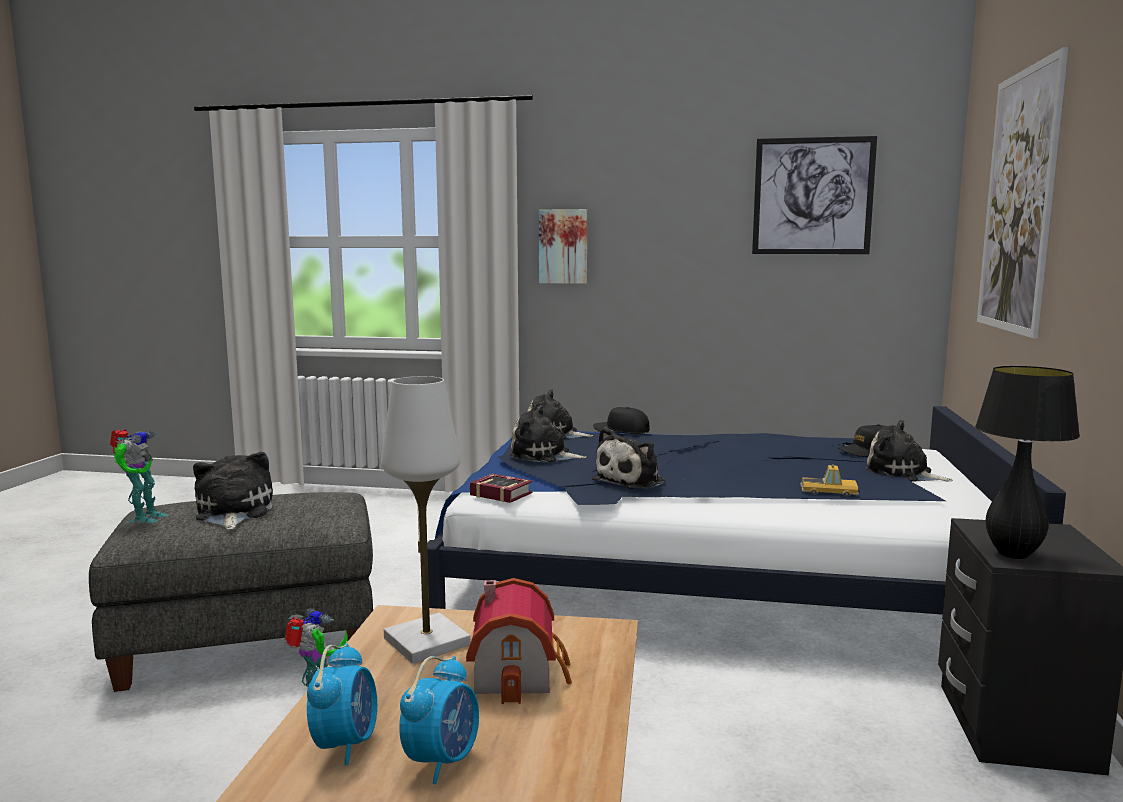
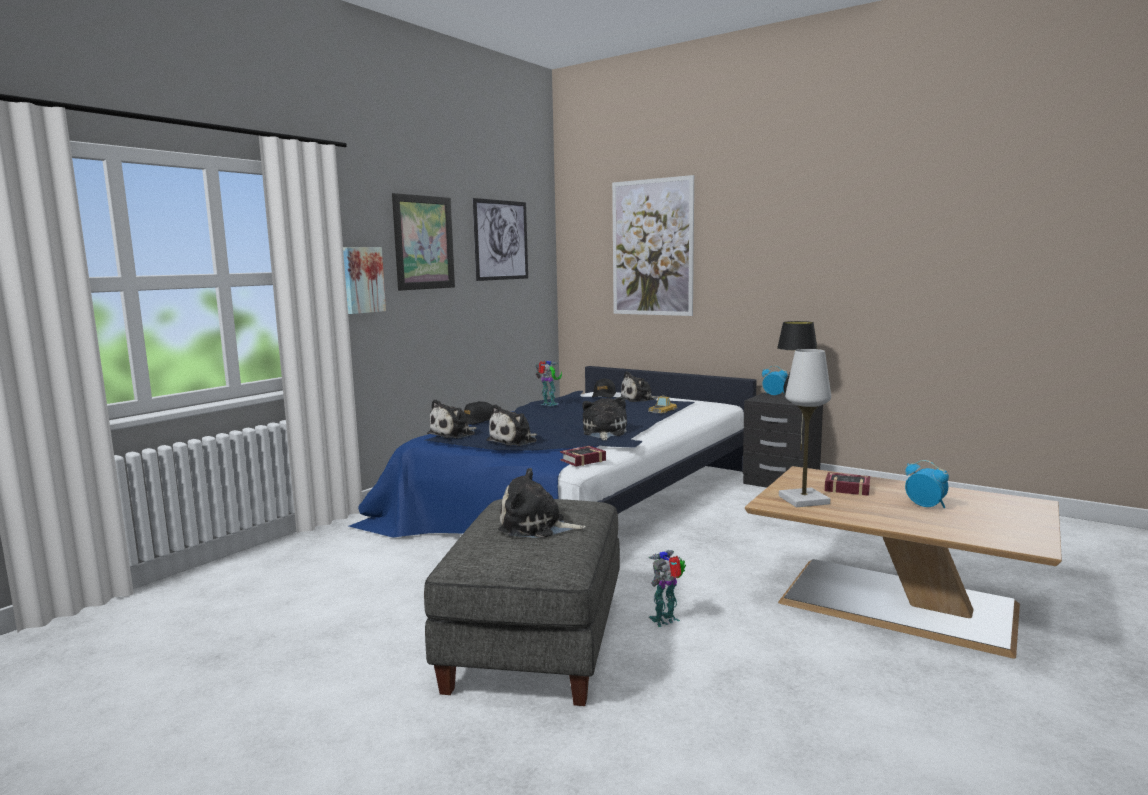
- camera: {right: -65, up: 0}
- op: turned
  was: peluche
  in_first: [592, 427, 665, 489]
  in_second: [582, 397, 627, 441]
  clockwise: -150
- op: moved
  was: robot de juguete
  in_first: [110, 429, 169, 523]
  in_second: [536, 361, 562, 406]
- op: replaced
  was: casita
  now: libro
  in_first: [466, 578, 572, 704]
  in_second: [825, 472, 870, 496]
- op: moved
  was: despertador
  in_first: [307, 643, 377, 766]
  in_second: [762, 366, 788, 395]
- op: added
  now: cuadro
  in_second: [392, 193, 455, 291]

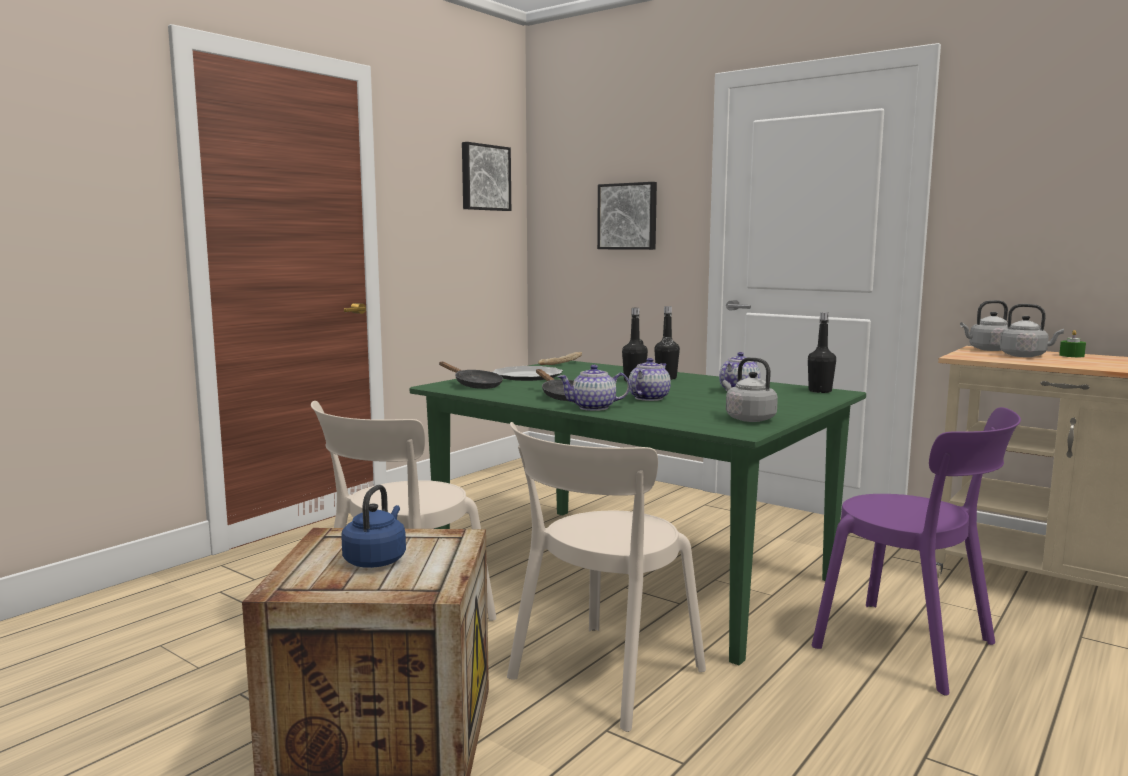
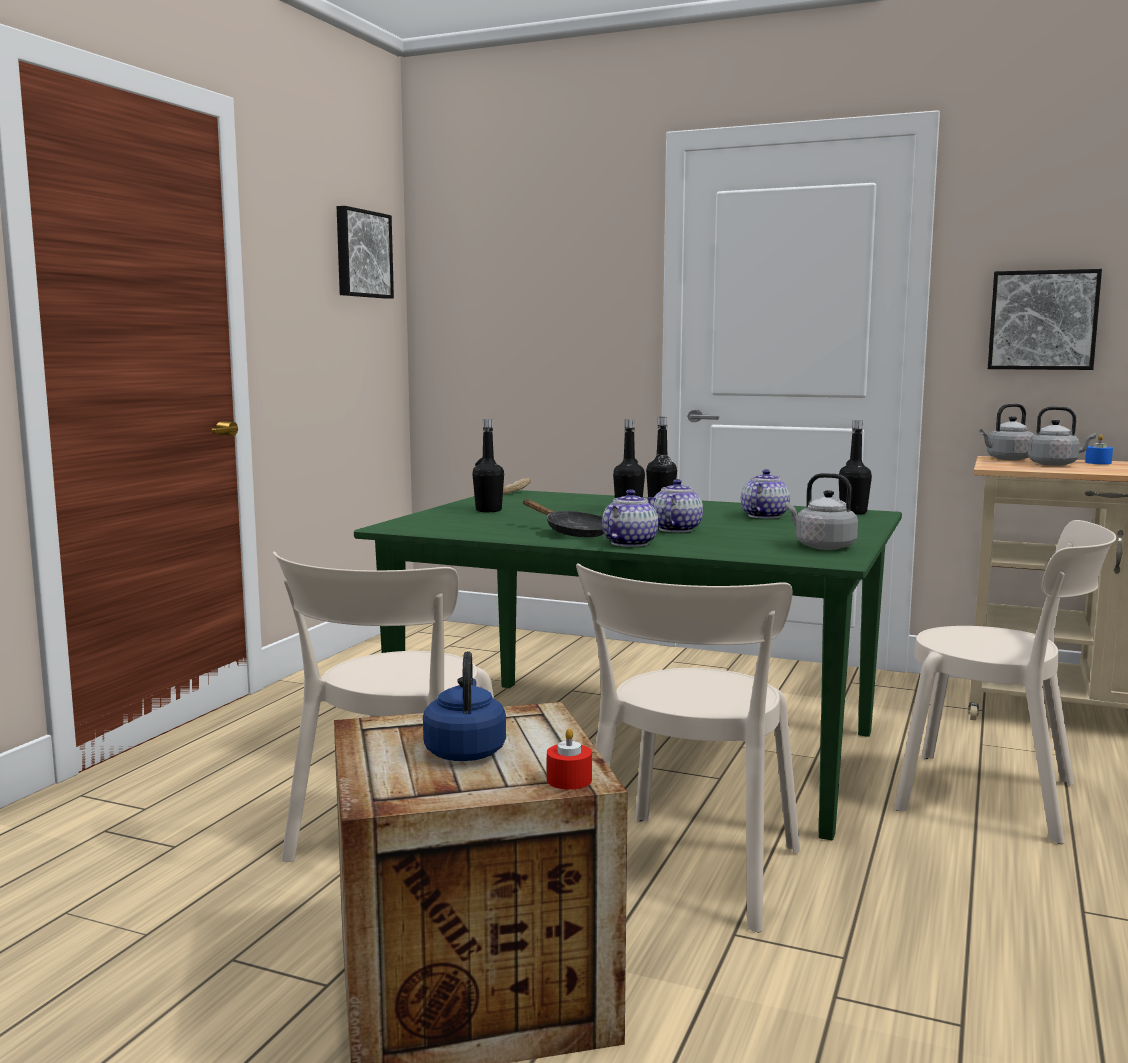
- camera: {right: -15, up: 0}
- op: moved
  was: cuadro
  in_first: [597, 182, 657, 250]
  in_second: [988, 269, 1102, 370]
- op: recoloured
  was: vela (verde)
  now: vela (azul)
  in_first: [1059, 330, 1086, 357]
  in_second: [1085, 434, 1113, 464]
- op: removed
  was: sartén (negro)
  in_first: [439, 362, 503, 389]
- op: turned
  was: tetera
  in_first: [557, 365, 630, 411]
  in_second: [602, 489, 658, 547]
  clockwise: 150
- op: replaced
  was: plato
  now: botella (negro)
  in_first: [493, 366, 563, 381]
  in_second: [472, 419, 504, 512]
- op: recoloured
  was: silla (morado)
  now: silla (beis)
  in_first: [812, 407, 1021, 696]
  in_second: [894, 520, 1116, 844]
- op: added
  now: vela (rojo)
  in_second: [547, 728, 592, 790]

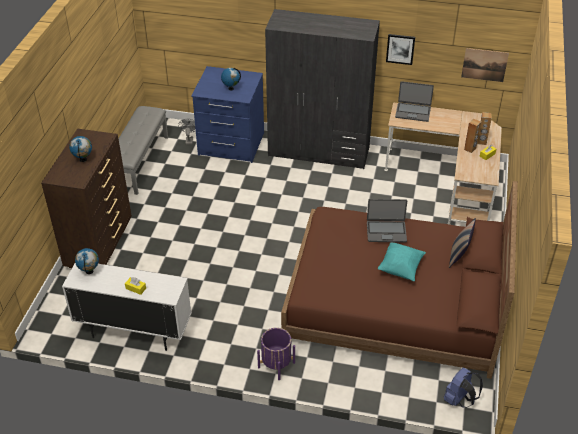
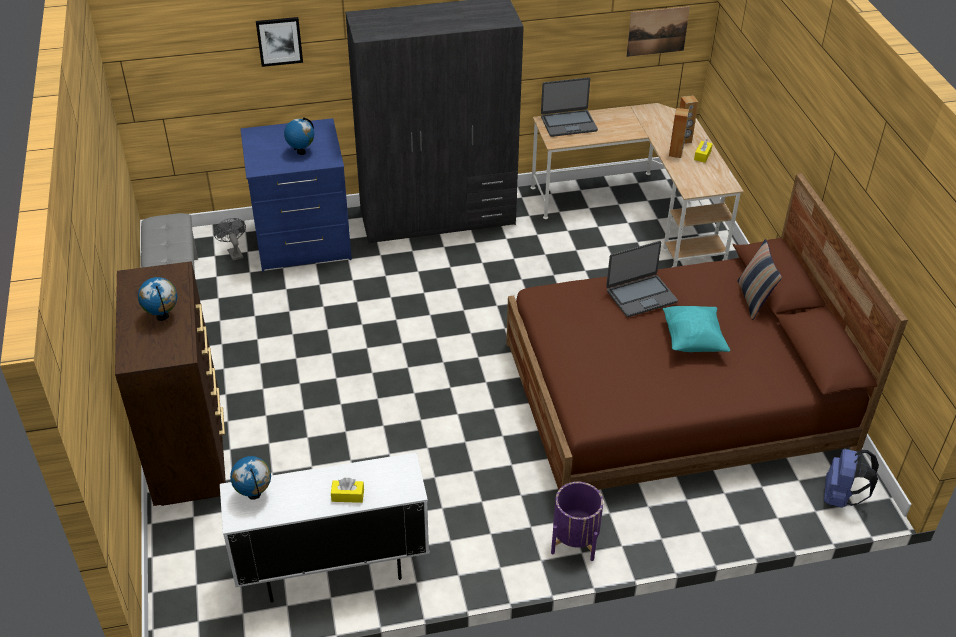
- camera: {right: -25, up: 0}
- op: moved
  was: cuadro
  in_first: [386, 34, 415, 65]
  in_second: [256, 17, 303, 67]

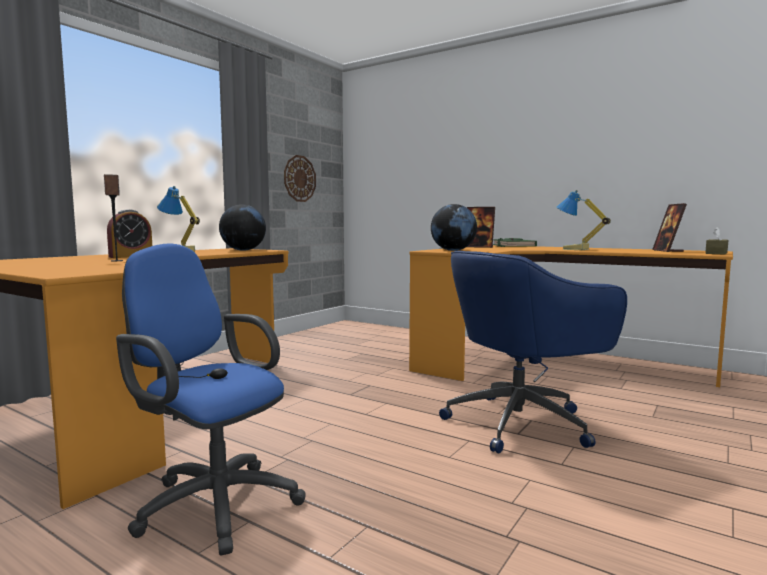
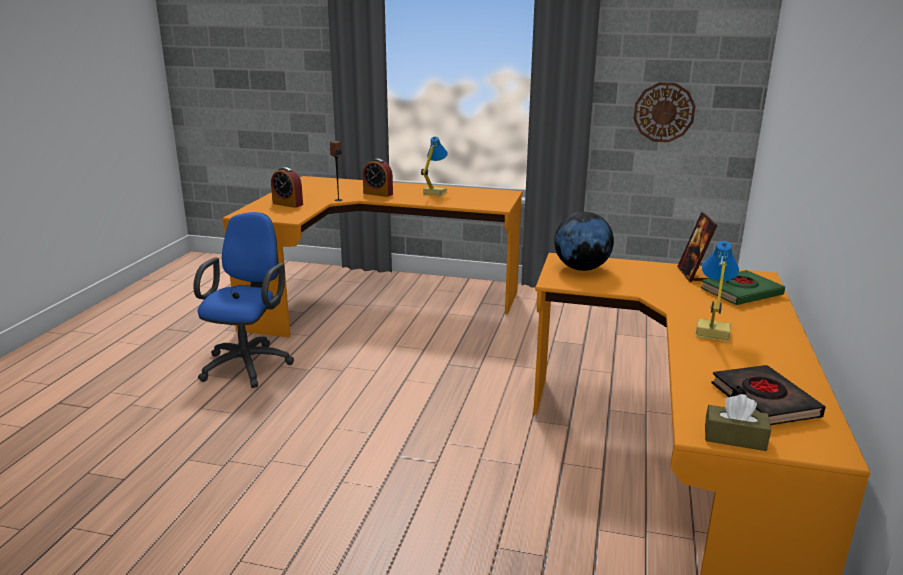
- camera: {right: 70, up: 15}
- op: replaced
  was: portarretratos
  now: libro (negro)
  in_first: [652, 203, 687, 252]
  in_second: [711, 365, 826, 425]
- op: removed
  was: globo terráqueo
  in_first: [219, 205, 266, 251]
- op: removed
  was: silla de oficina (azul)
  in_first: [439, 251, 627, 454]
- op: added
  now: despertador
  in_second: [271, 167, 303, 208]

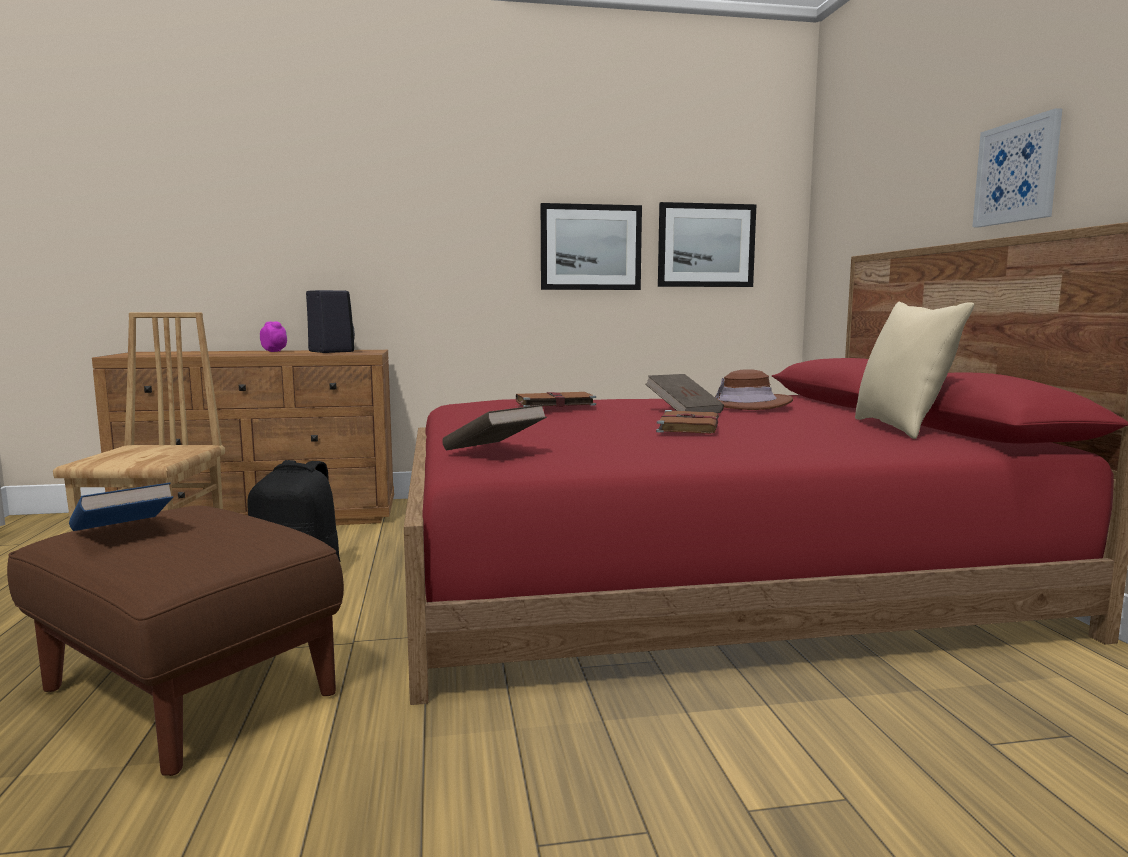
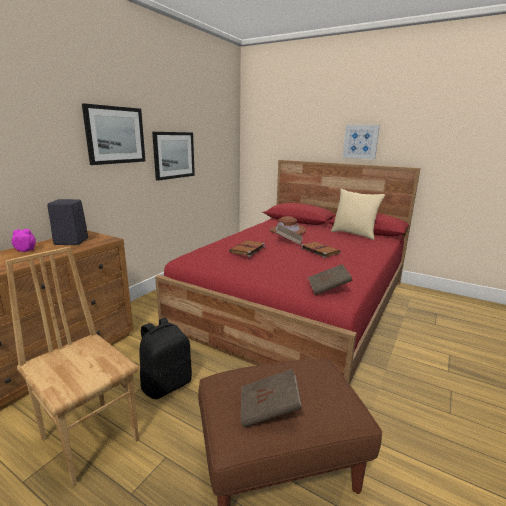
- camera: {right: -50, up: 10}
- op: moved
  was: cuadro
  in_first: [658, 202, 756, 287]
  in_second: [82, 103, 145, 165]
- op: recoloured
  was: libro (azul)
  now: libro (marrón)
  in_first: [69, 483, 173, 531]
  in_second: [241, 369, 302, 428]

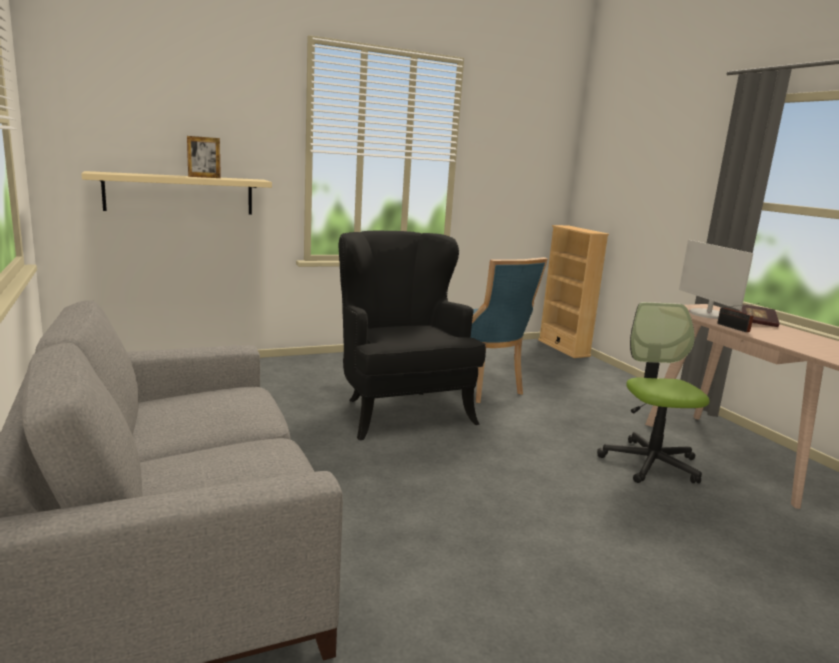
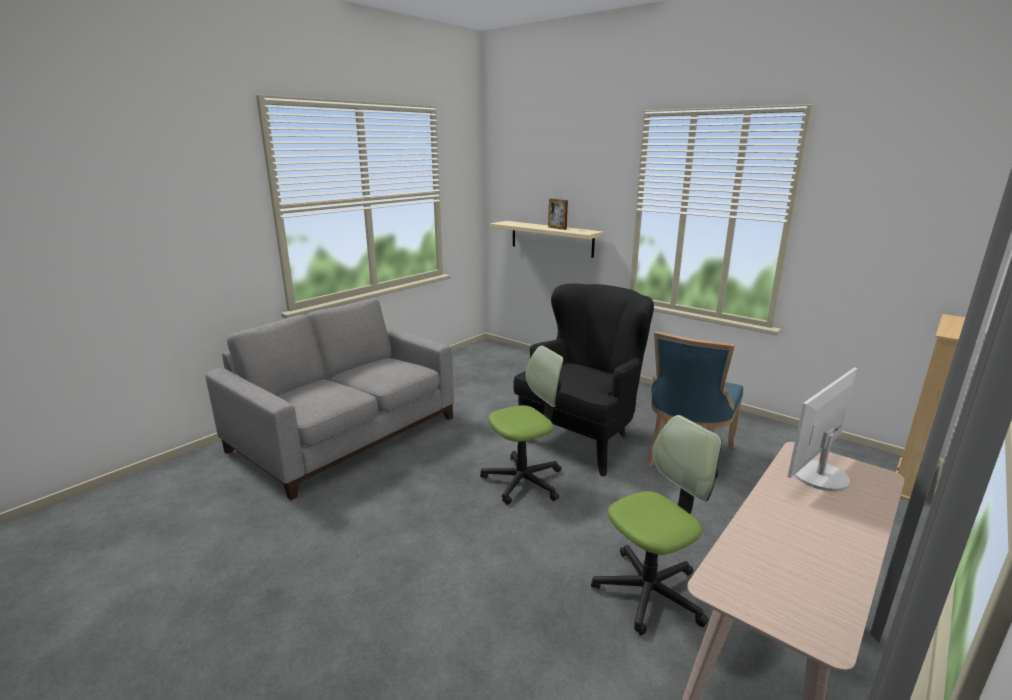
- camera: {right: 65, up: 5}
- op: removed
  was: radio
  in_first: [717, 303, 759, 332]
- op: removed
  was: libro
  in_first: [739, 304, 779, 327]
- op: added
  now: silla de oficina
  in_second: [480, 346, 564, 505]

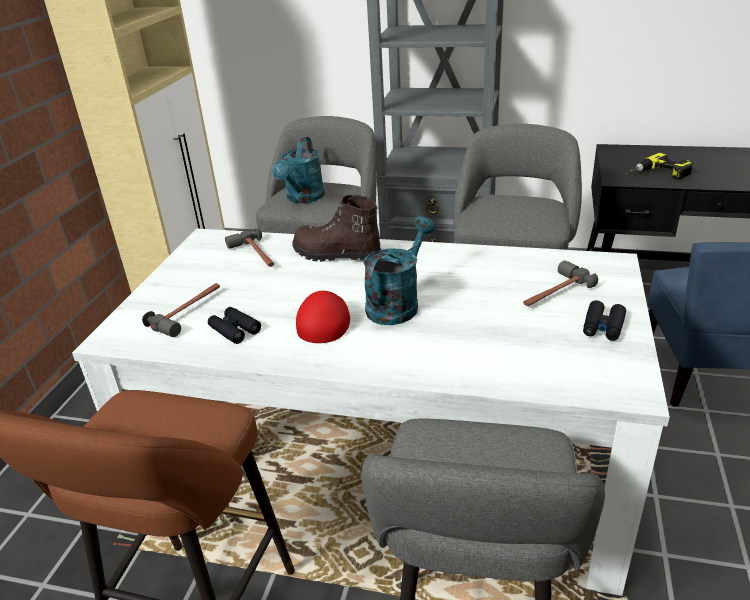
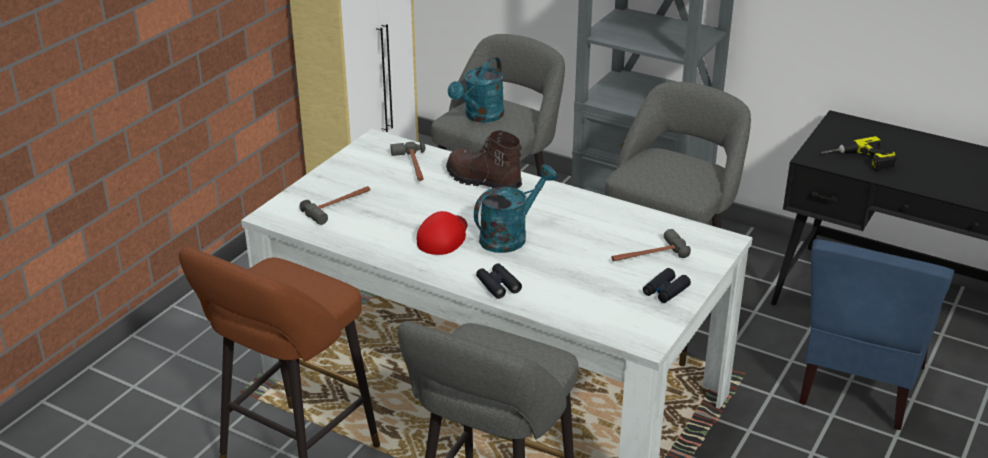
- camera: {right: 15, up: 0}
- op: moved
  was: prismáticos (negro)
  in_first: [208, 307, 261, 344]
  in_second: [476, 263, 522, 299]

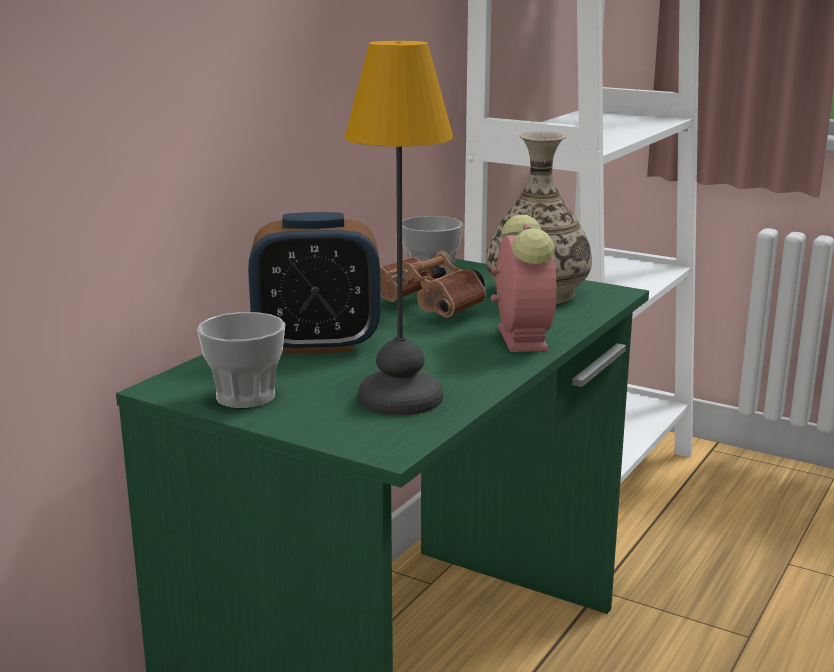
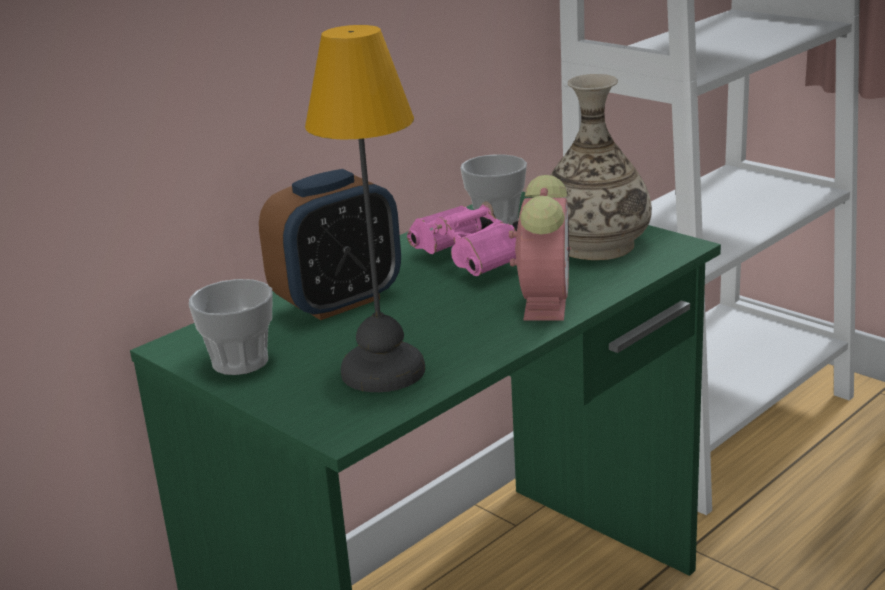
- camera: {right: 15, up: 5}
- op: turned
  was: despertador
  in_first: [248, 212, 381, 354]
  in_second: [259, 169, 401, 320]
  clockwise: -45
- op: recoloured
  was: prismáticos (marrón)
  now: prismáticos (rosa)
  in_first: [380, 251, 486, 318]
  in_second: [407, 201, 518, 276]

